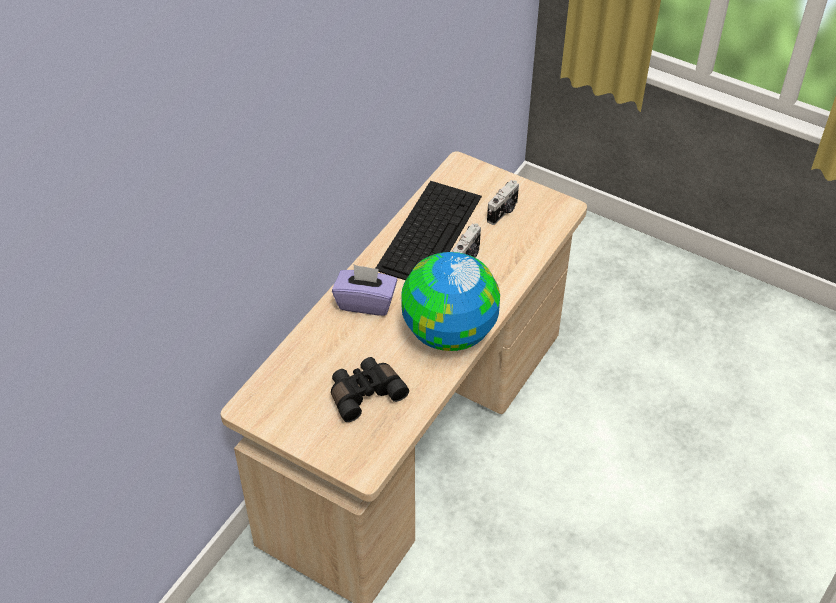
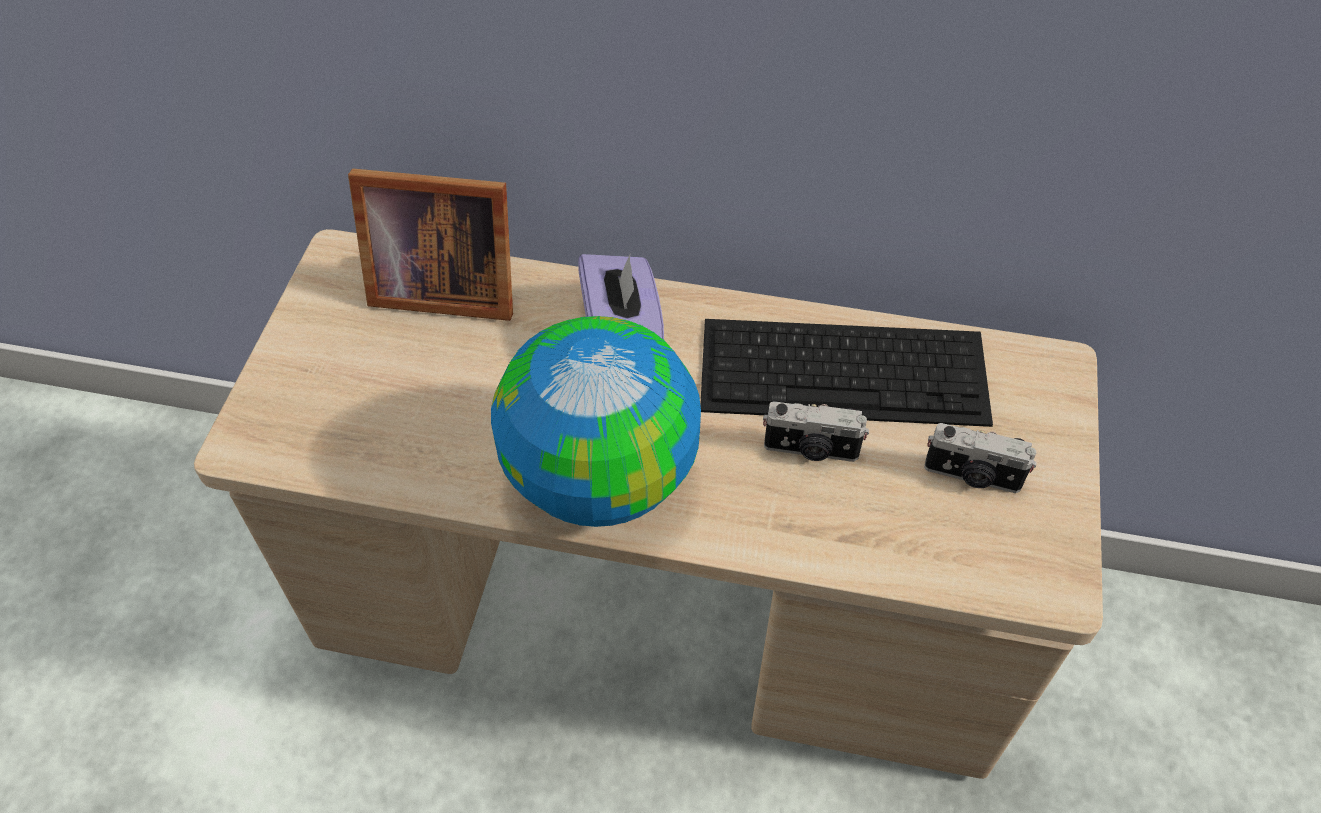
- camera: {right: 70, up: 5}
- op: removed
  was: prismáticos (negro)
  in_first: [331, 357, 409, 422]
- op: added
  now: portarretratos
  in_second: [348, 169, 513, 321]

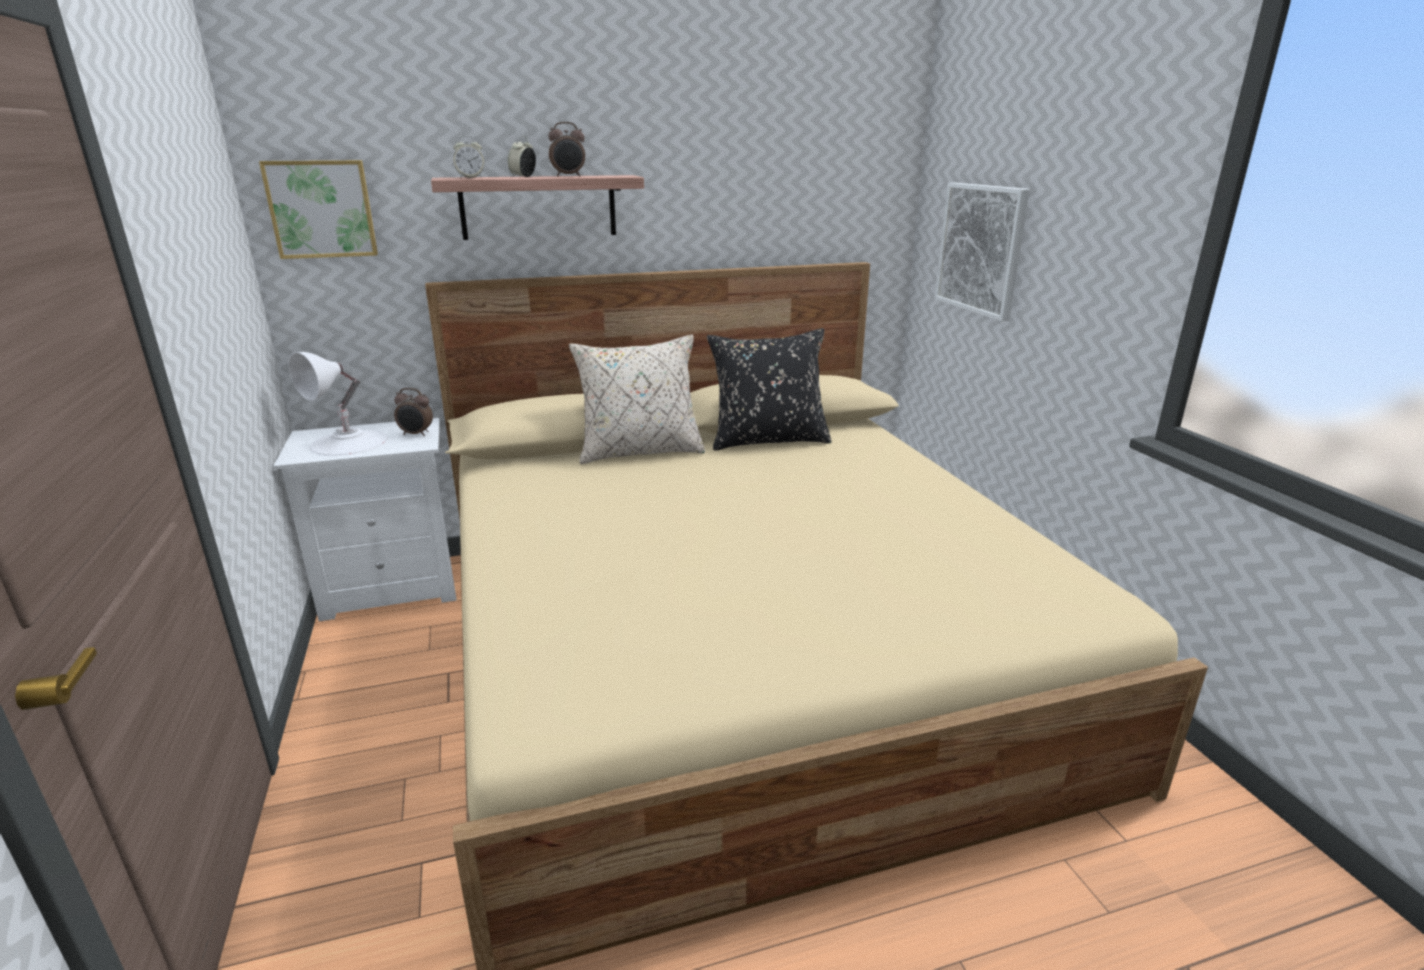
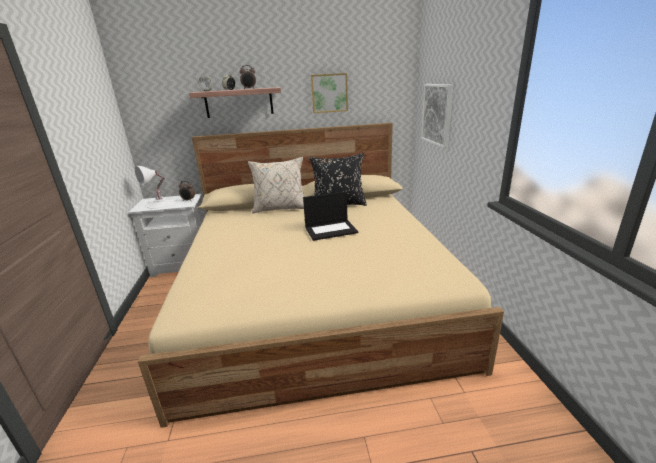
- camera: {right: 10, up: 0}
- op: moved
  was: cuadro
  in_first: [259, 160, 378, 259]
  in_second: [311, 73, 348, 113]
- op: added
  now: portátil
  in_second: [303, 191, 358, 241]

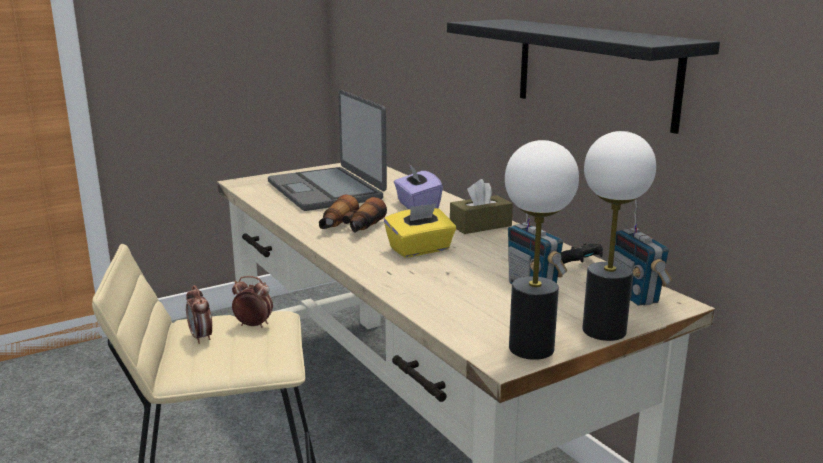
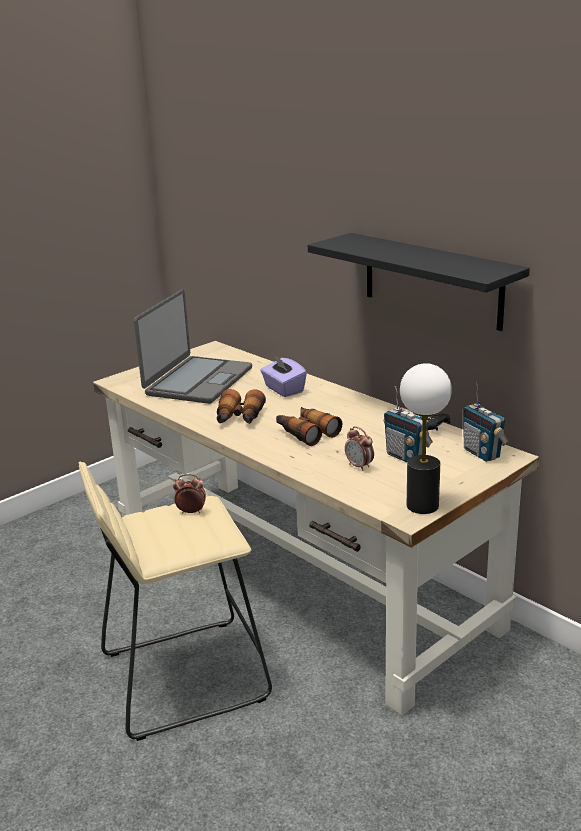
- camera: {right: -10, up: 5}
- op: turned
  was: portátil
  in_first: [268, 90, 387, 211]
  in_second: [134, 289, 252, 404]
  clockwise: -120
- op: removed
  was: lámpara de mesa
  in_first: [582, 131, 656, 341]
- op: removed
  was: caja de pañuelos (marrón)
  in_first: [450, 179, 513, 234]
- op: replaced
  was: caja de pañuelos (amarillo)
  now: prismáticos
  in_first: [384, 203, 456, 258]
  in_second: [276, 407, 342, 446]
- op: moved
  was: despertador
  in_first: [186, 285, 212, 344]
  in_second: [345, 427, 374, 471]

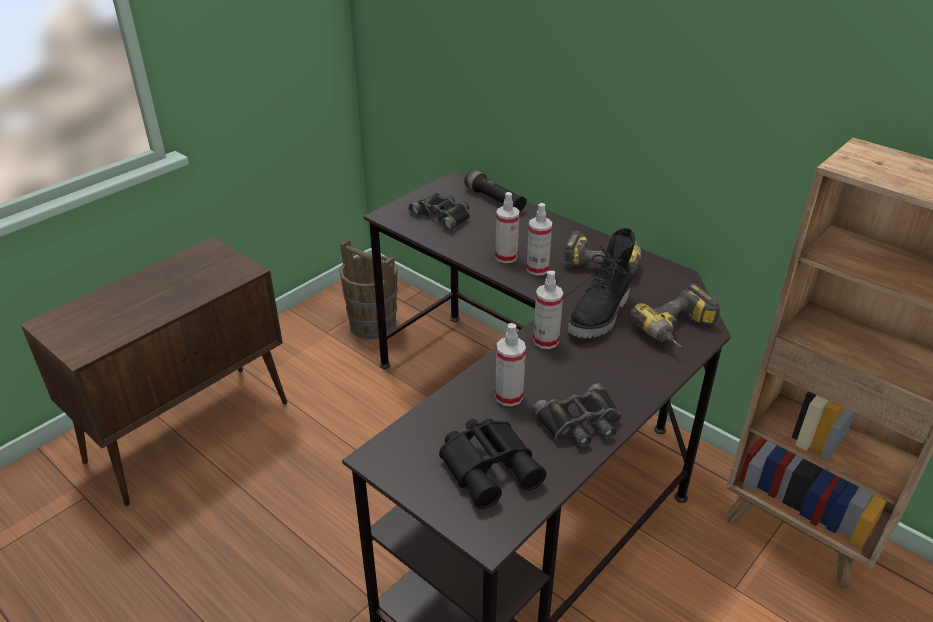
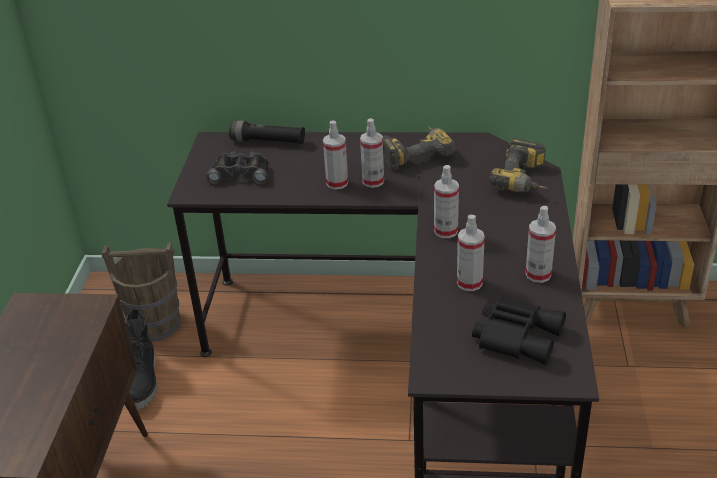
- camera: {right: -35, up: 0}
- op: moved
  was: bota (negro)
  in_first: [568, 228, 635, 338]
  in_second: [126, 309, 158, 410]
- op: replaced
  was: prismáticos (negro)
  now: pulverizador
  in_first: [532, 383, 622, 448]
  in_second: [525, 206, 556, 283]

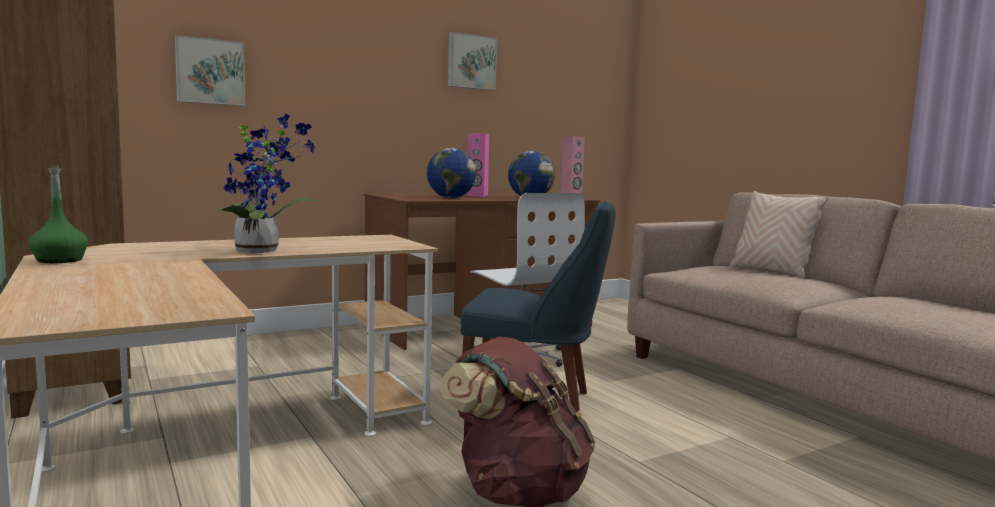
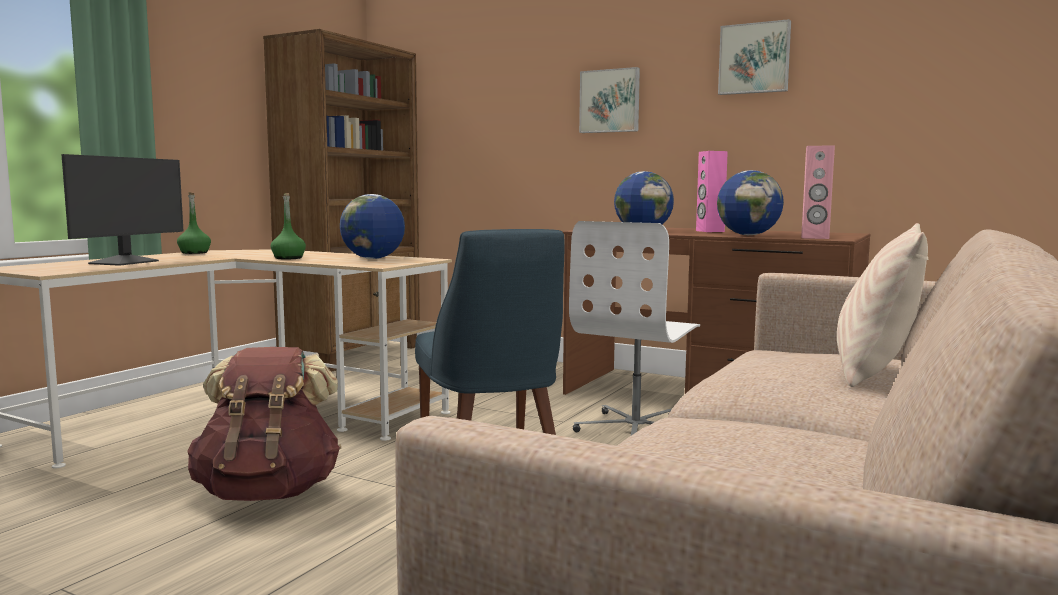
- camera: {right: 60, up: 0}
- op: moved
  was: cuadro
  in_first: [175, 35, 245, 106]
  in_second: [579, 67, 640, 133]
- op: replaced
  was: planta en maceta
  now: botella (verde)
  in_first: [218, 114, 322, 253]
  in_second: [271, 193, 306, 259]
- op: added
  now: monitor
  in_second: [61, 154, 184, 266]
- op: added
  now: globo terráqueo
  in_second: [340, 194, 405, 259]

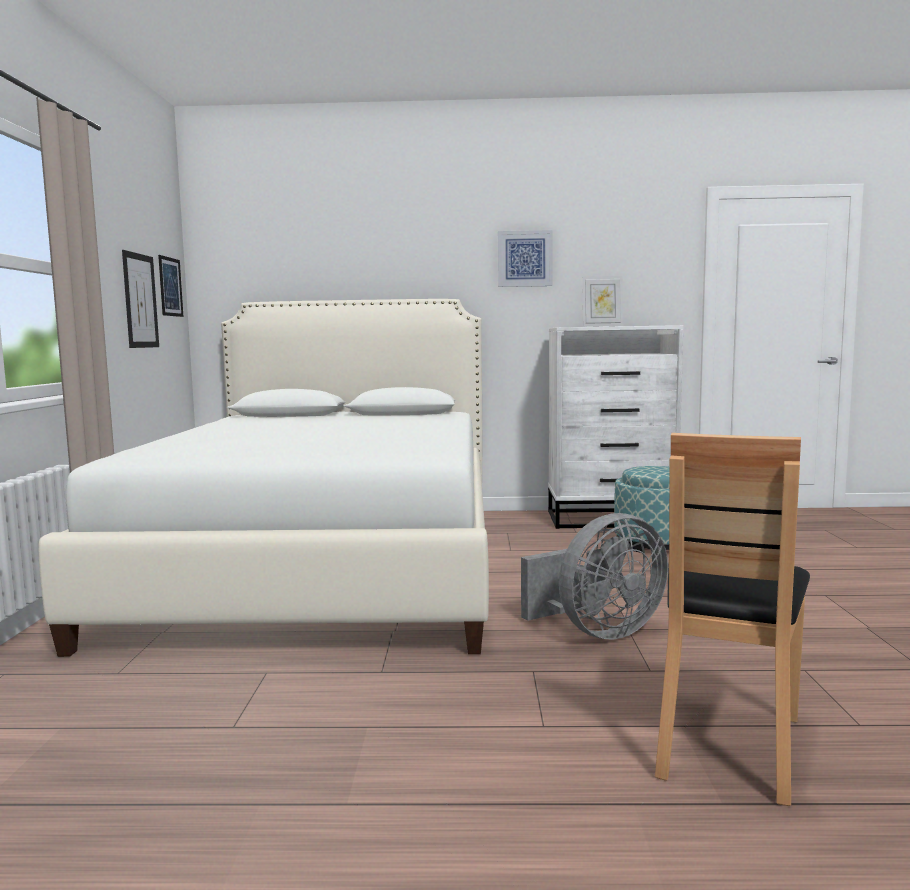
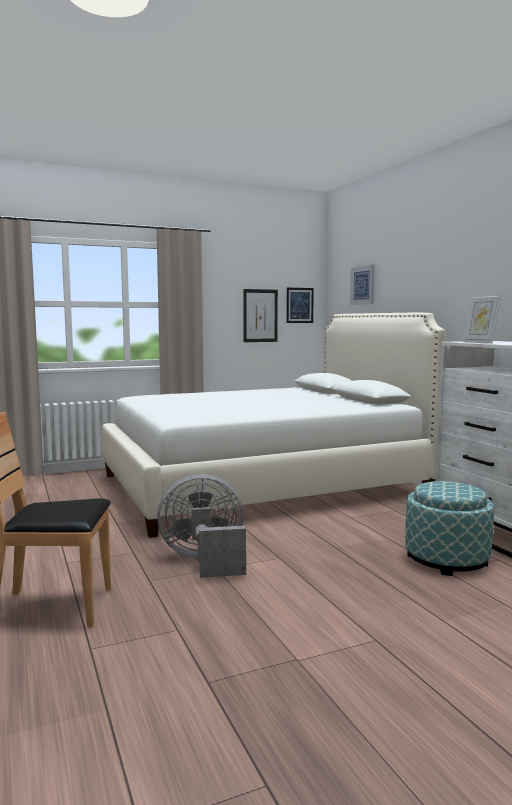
- camera: {right: 65, up: 0}
- op: moved
  was: cuadro
  in_first: [498, 230, 553, 287]
  in_second: [350, 265, 375, 305]
- op: turned
  was: ventilador (gris)
  in_first: [521, 513, 668, 640]
  in_second: [157, 474, 246, 578]
  clockwise: 135

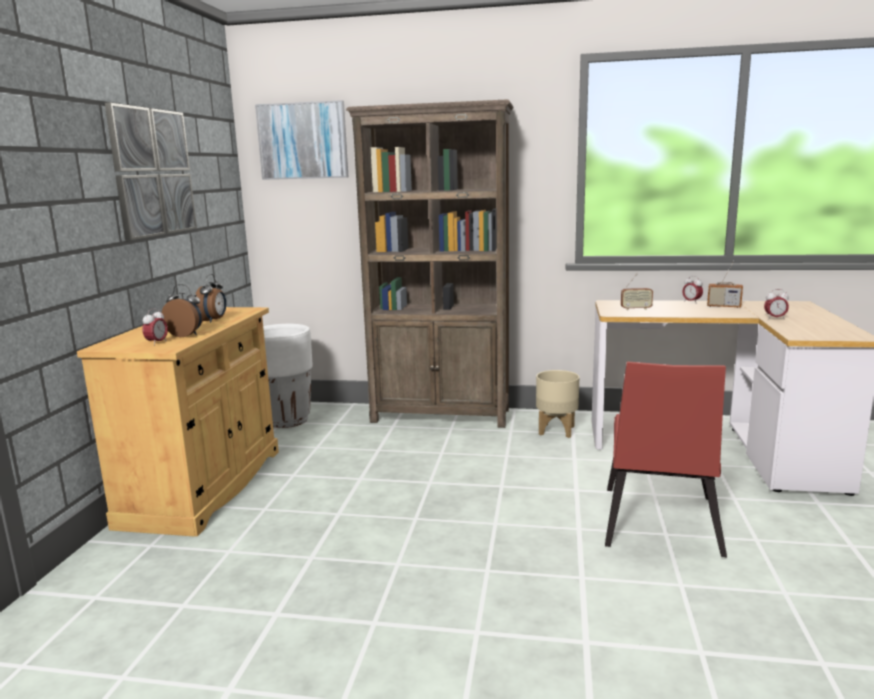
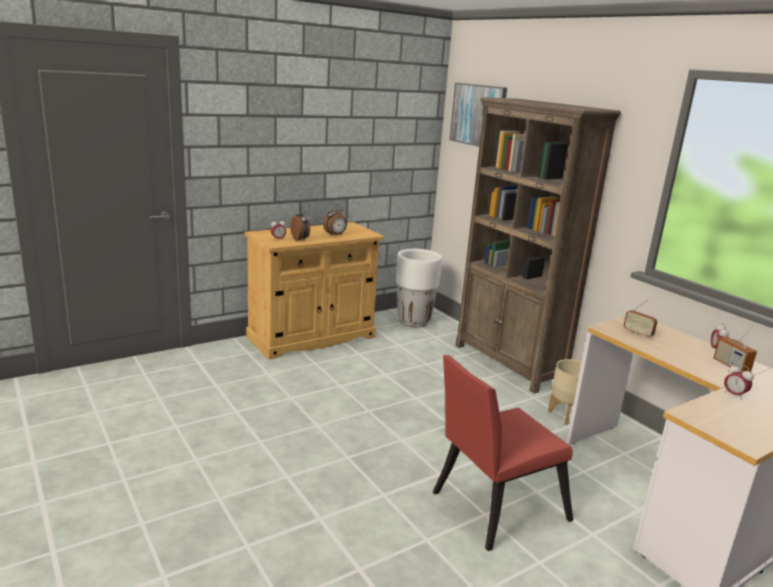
- camera: {right: 45, up: 5}
- op: removed
  was: cuadro
  in_first: [105, 102, 197, 241]

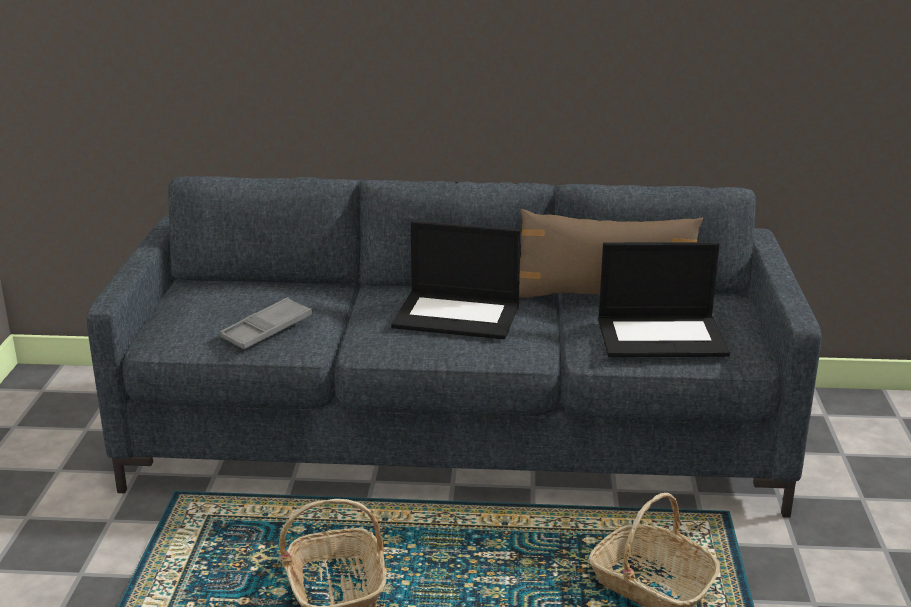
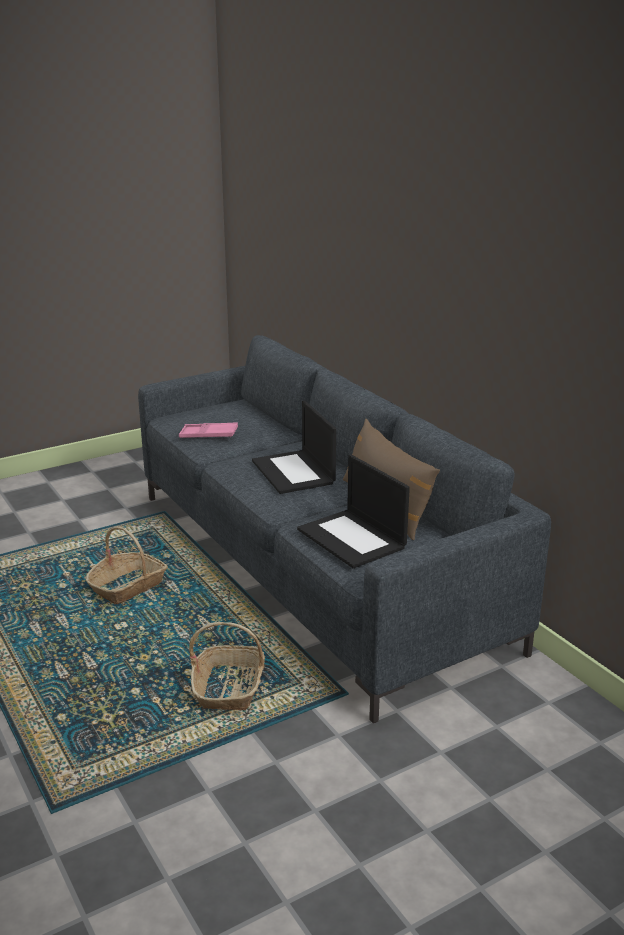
- camera: {right: 55, up: 0}
- op: recoloured
  was: bandeja (gris)
  now: bandeja (rosa)
  in_first: [220, 297, 312, 349]
  in_second: [179, 422, 238, 438]

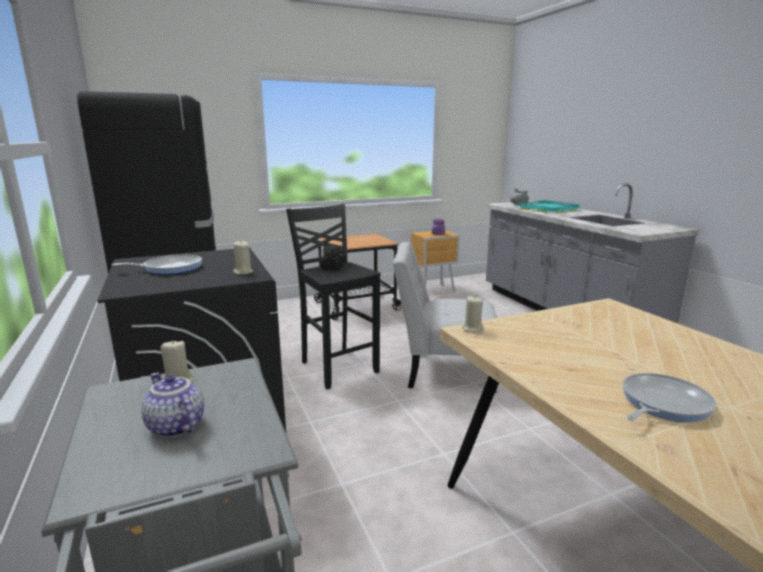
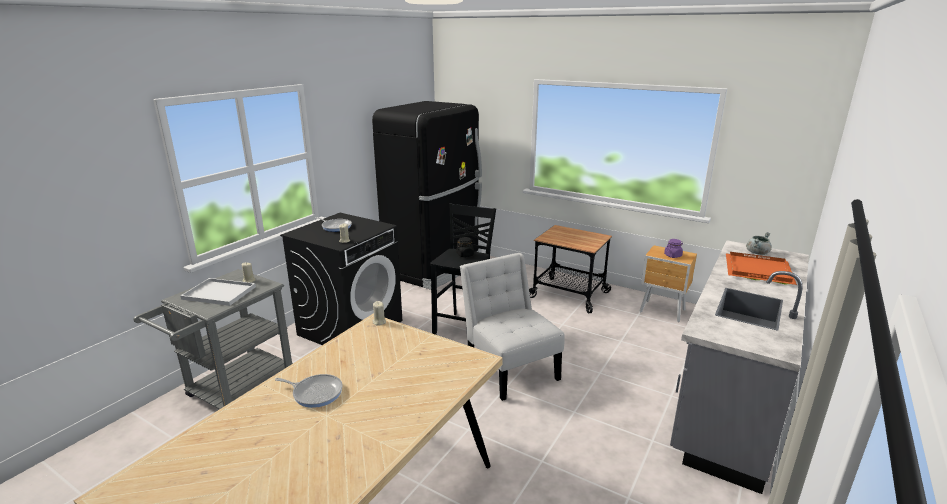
- camera: {right: 55, up: 5}
- op: recoloured
  was: bandeja (turquesa)
  now: bandeja (naranja)
  in_first: [518, 200, 581, 212]
  in_second: [726, 252, 797, 285]
- op: replaced
  was: tetera
  now: bandeja (blanco)
  in_first: [141, 372, 204, 438]
  in_second: [181, 278, 256, 306]

